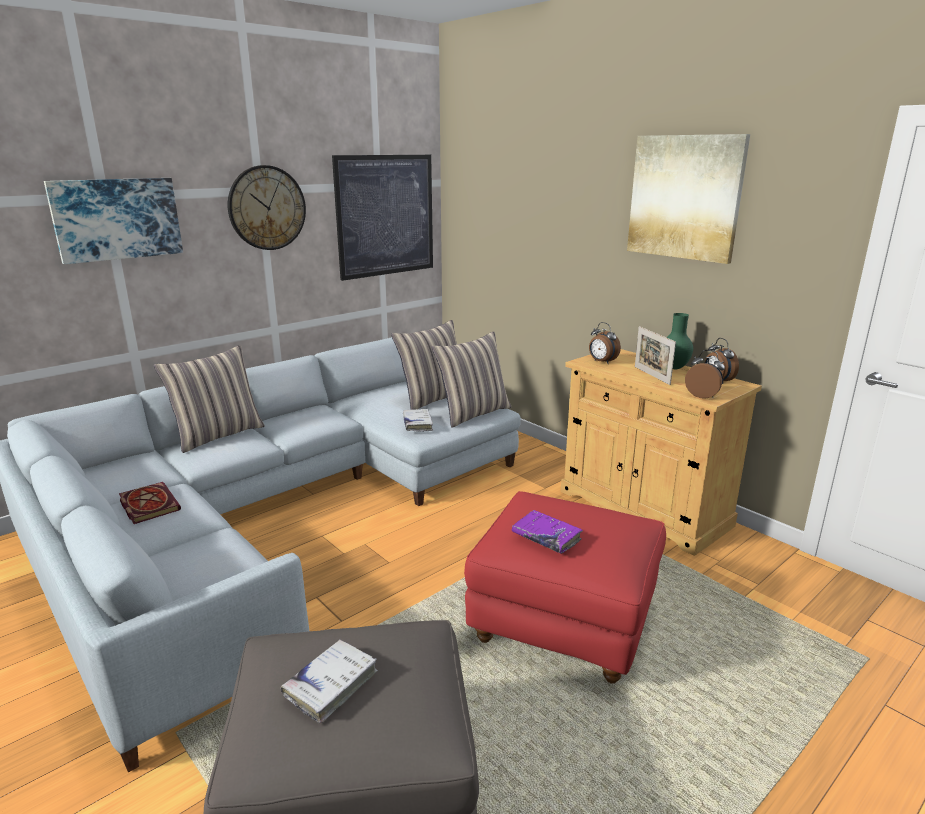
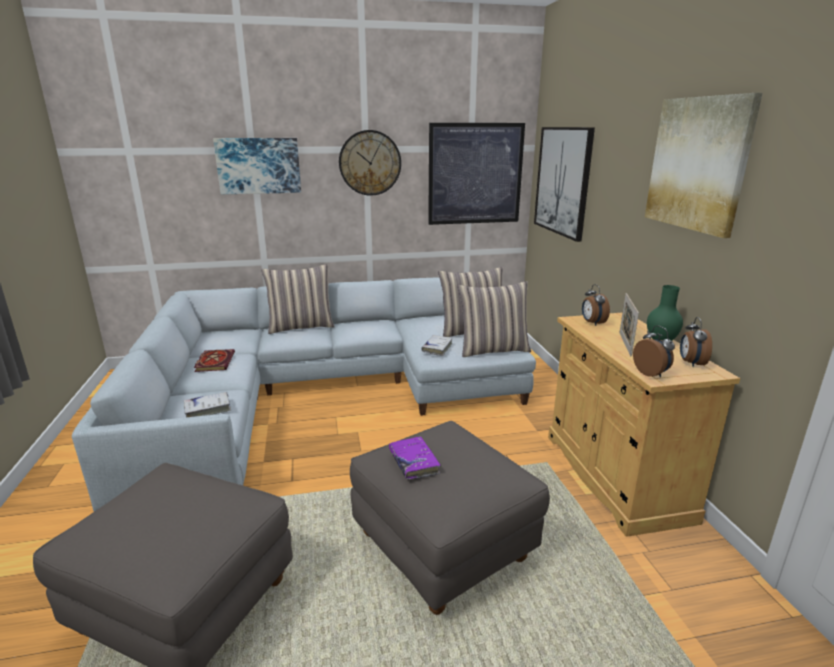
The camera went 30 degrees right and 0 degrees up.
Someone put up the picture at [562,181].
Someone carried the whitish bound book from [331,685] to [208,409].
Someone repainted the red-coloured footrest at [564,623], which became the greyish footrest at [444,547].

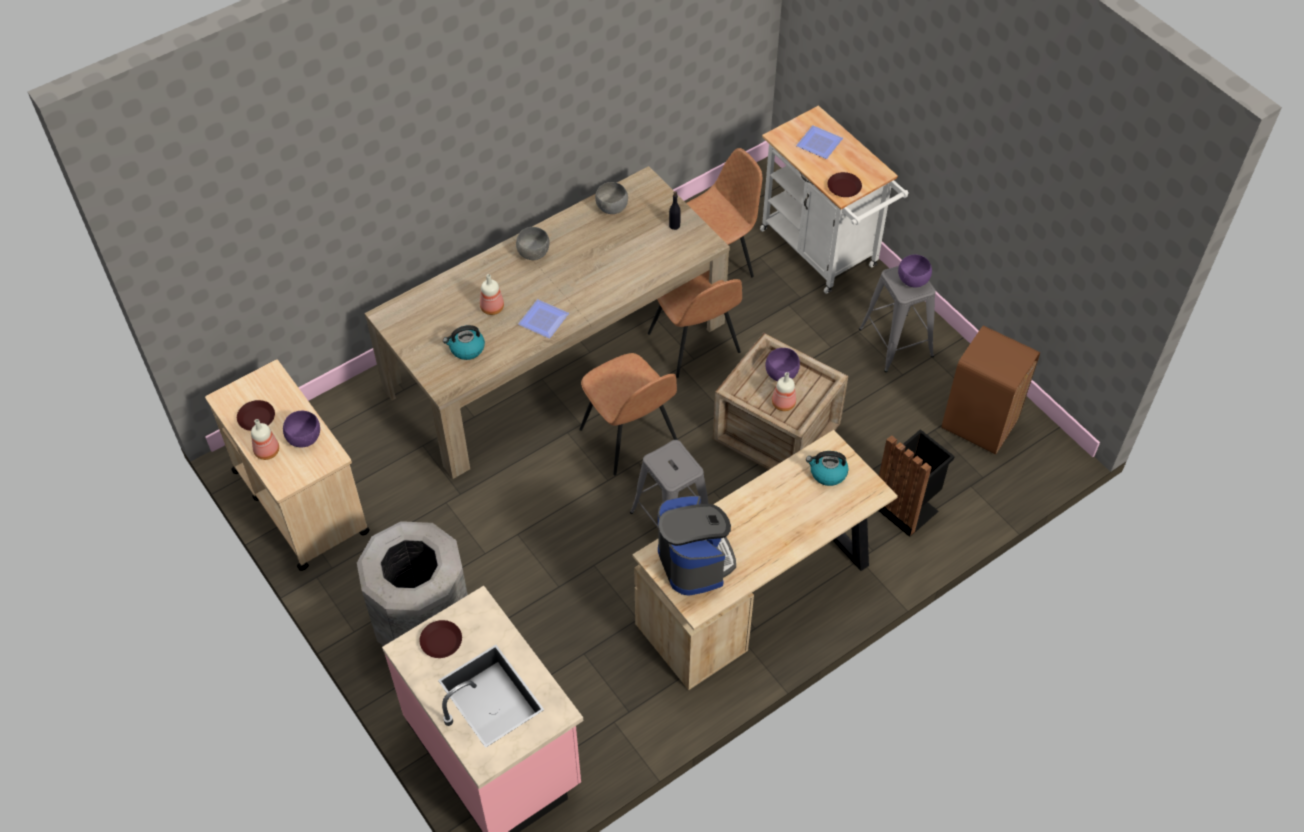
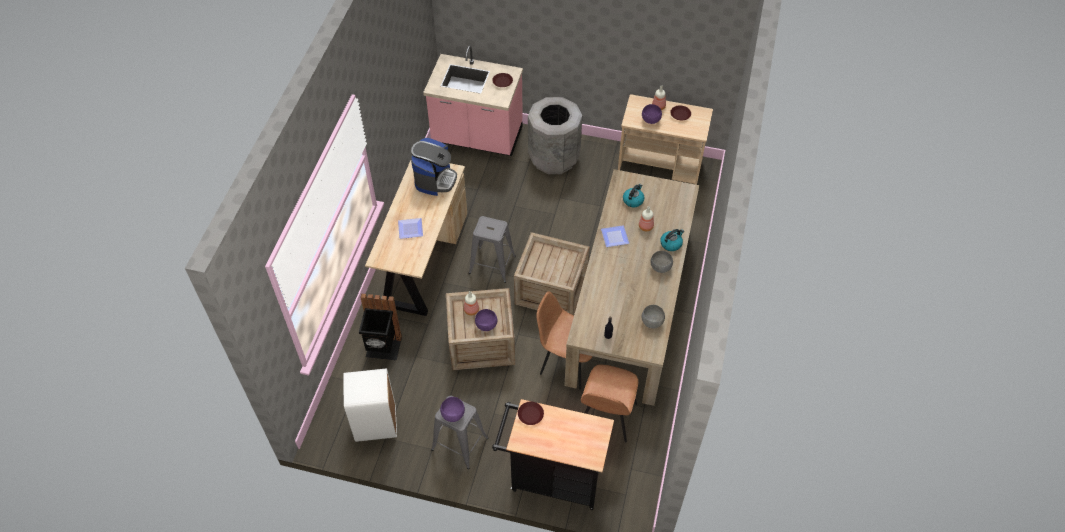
The camera went 140 degrees right and 0 degrees up.
Someone carried the dinner plate from [817,144] to [411,228].
Someone carried the kettle from [827,473] to [671,243].
Someone swapped the brown-coloured plain chair at [629,437] for the shipping crate at [550,289].
Someone repainted the whitish wheeled cart at [823,252], which became the black wheeled cart at [551,478].
Someone repainted the brown-coloured waste bin at [979,425], which became the whitish waste bin at [375,423].
Someone rotated the coffee machine at [694,561] by 105 degrees counterclockwise.

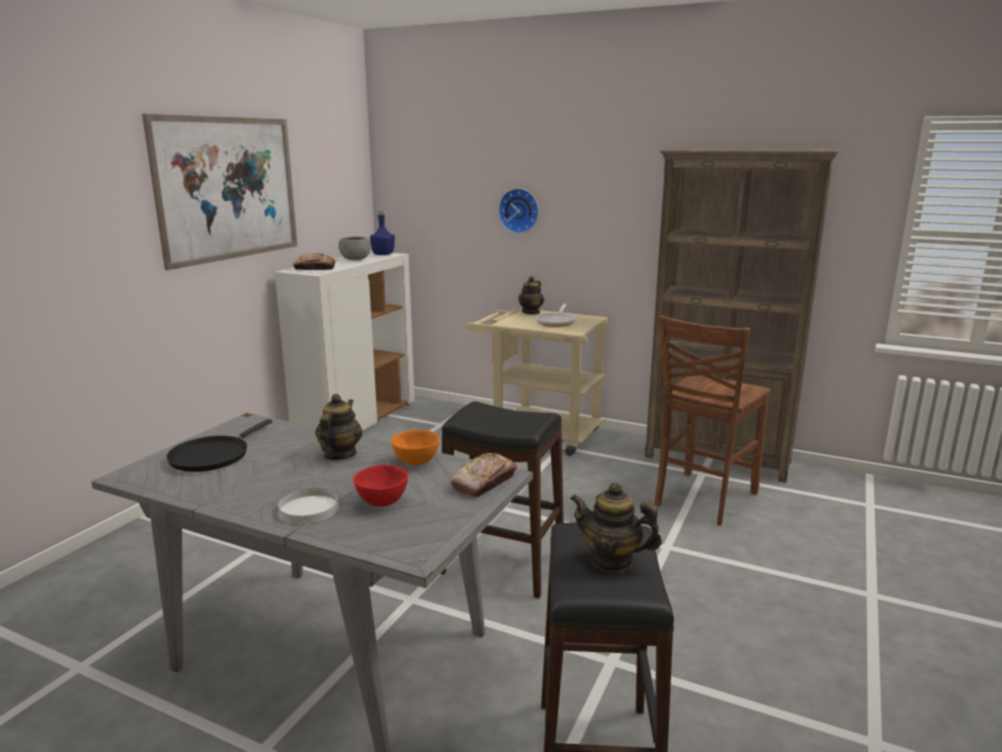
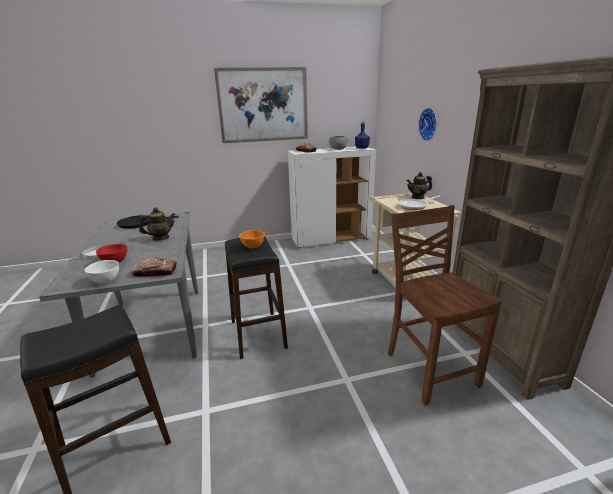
The camera went 50 degrees right and 5 degrees up.
Someone took away the teapot at [612,560].
Someone put down the whitish serving bowl at [105,280].
Someone carried the orangey serving bowl from [416,463] to [252,247].
Someone rotated the brown-coloured plain chair at [702,499] by 75 degrees clockwise.

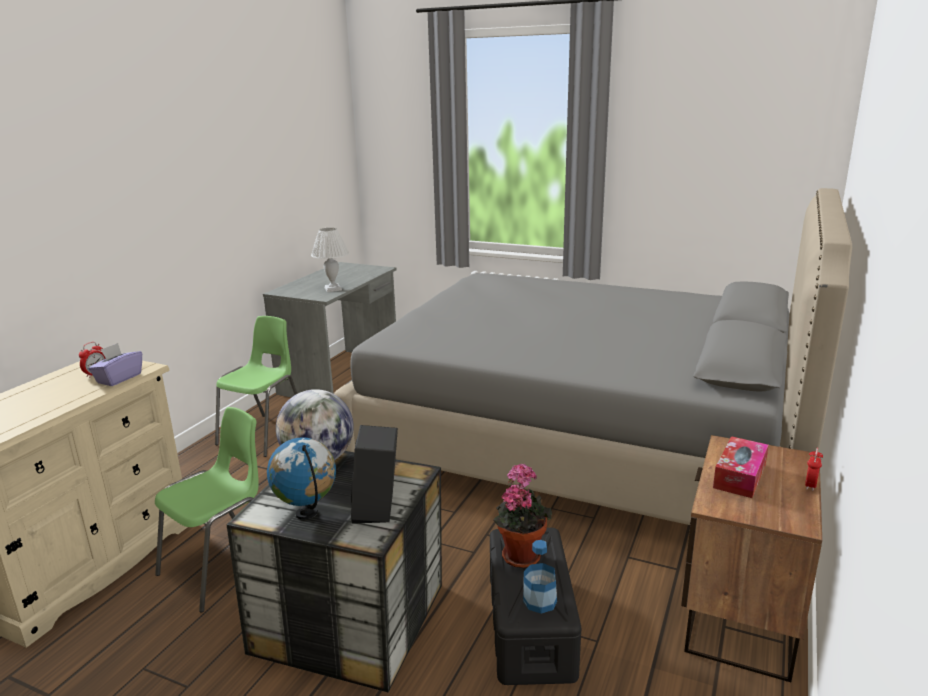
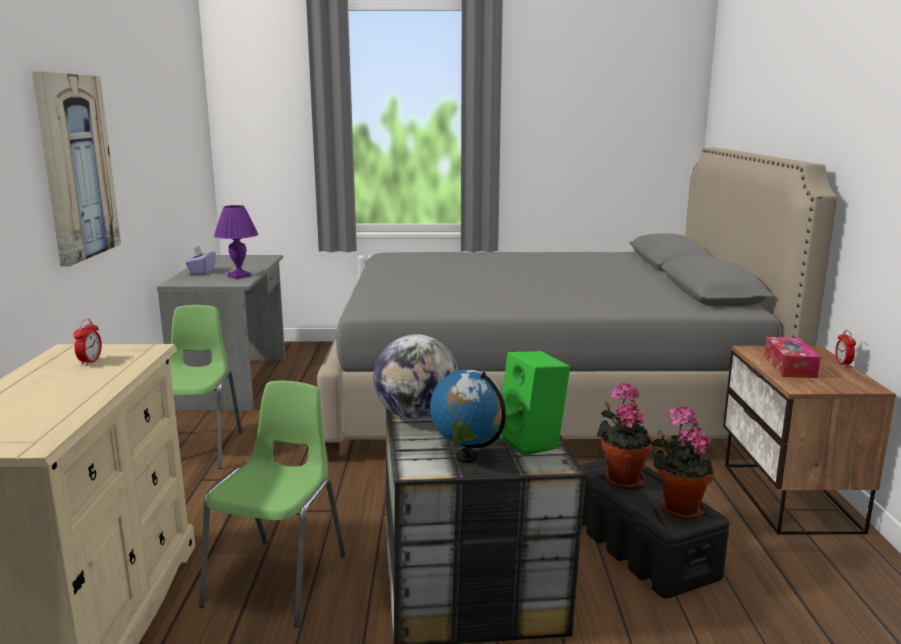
The camera went 25 degrees left and 5 degrees down.
Someone put up the picture at [76,167].
Someone carried the purple tissue box from [119,378] to [201,272].
Someone swapped the bottle at [540,601] for the houseplant at [678,508].
Someone repainted the whitish lamp for a table at [333,289], which became the purple lamp for a table at [240,276].
Someone repainted the black audio speaker at [378,510], which became the green audio speaker at [533,442].

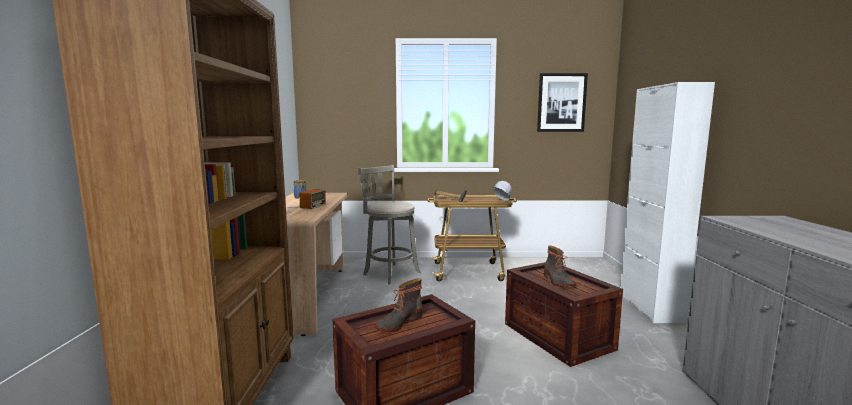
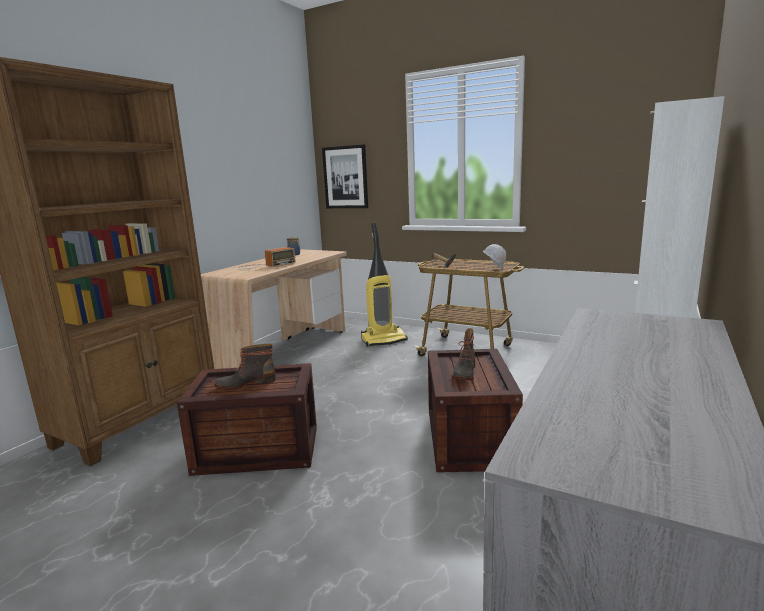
The camera went 30 degrees right and 5 degrees up.
Someone carried the picture from [561,102] to [345,177].
Someone swapped the greyish stool seat at [389,273] for the vacuum at [384,340].

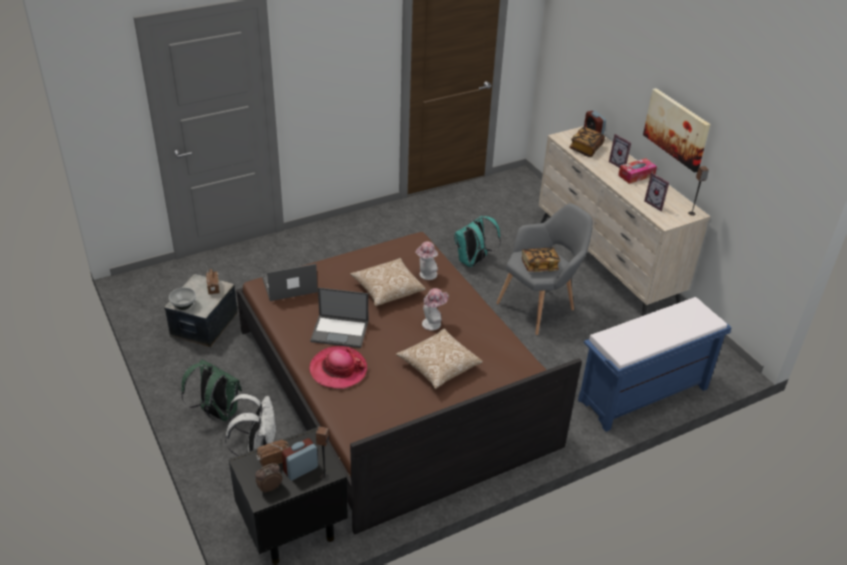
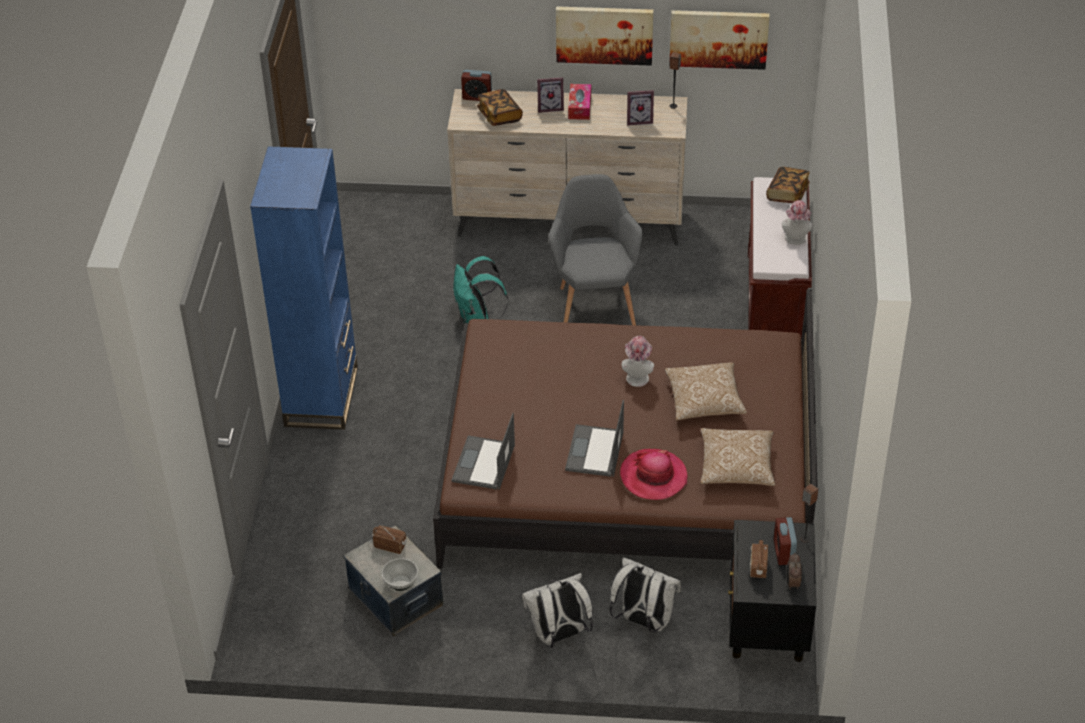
The camera went 55 degrees left and 5 degrees up.
Someone put down the blue bookcase at [322,397].
Someone put up the picture at [718,38].
Someone carried the cushion from [388,290] to [736,467].
Someone carried the wearable hat from [426,275] to [795,240].
Someone carried the bound book from [539,266] to [787,193].
Someone repainted the green rucksack at [217,413], which became the whitish rucksack at [559,635].
Someone repainted the blue long seat at [642,395], which became the brown-coloured long seat at [774,301].
Someone rotated the laptop at [340,331] by 150 degrees clockwise.

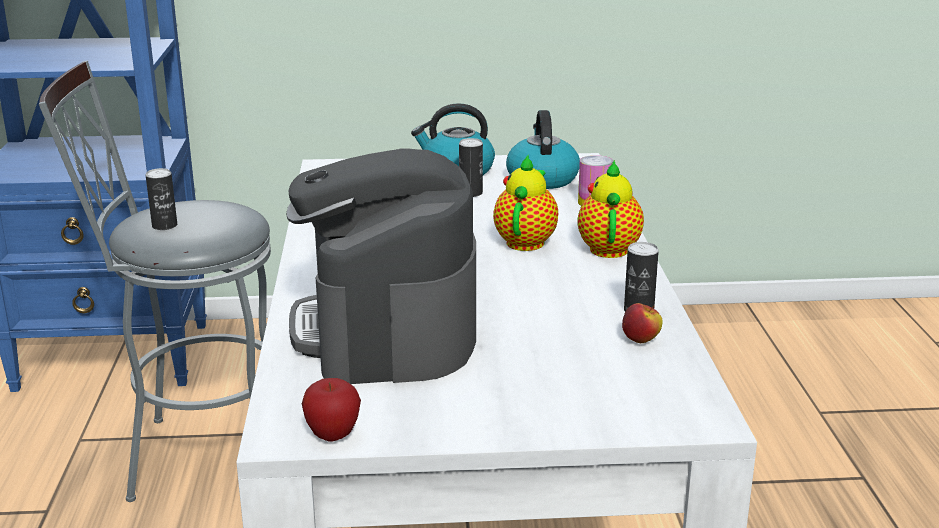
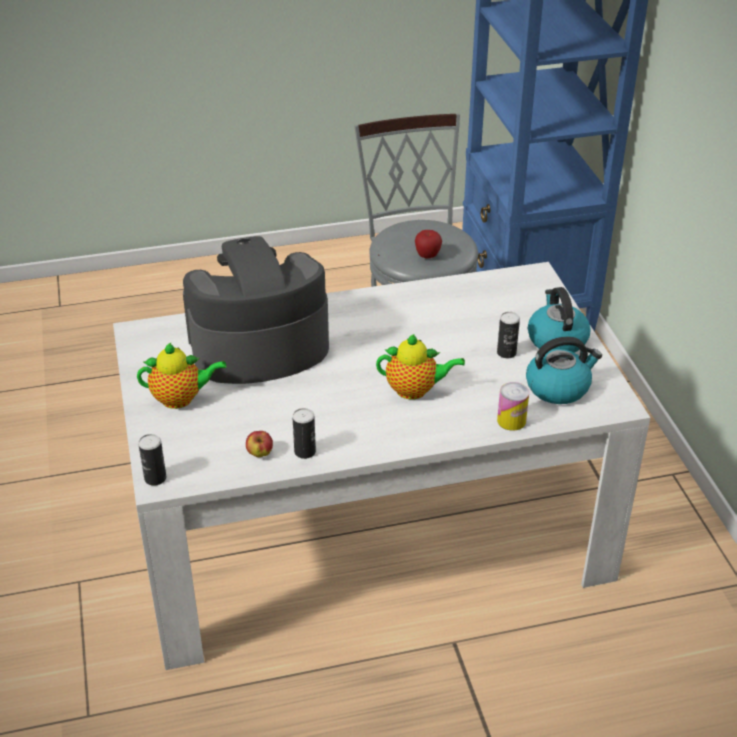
The camera went 80 degrees right and 15 degrees up.
Someone carried the sealed can from [164,226] to [155,478].
Someone carried the whole apple from [333,435] to [427,256].
Someone carried the teapot from [608,248] to [181,398].

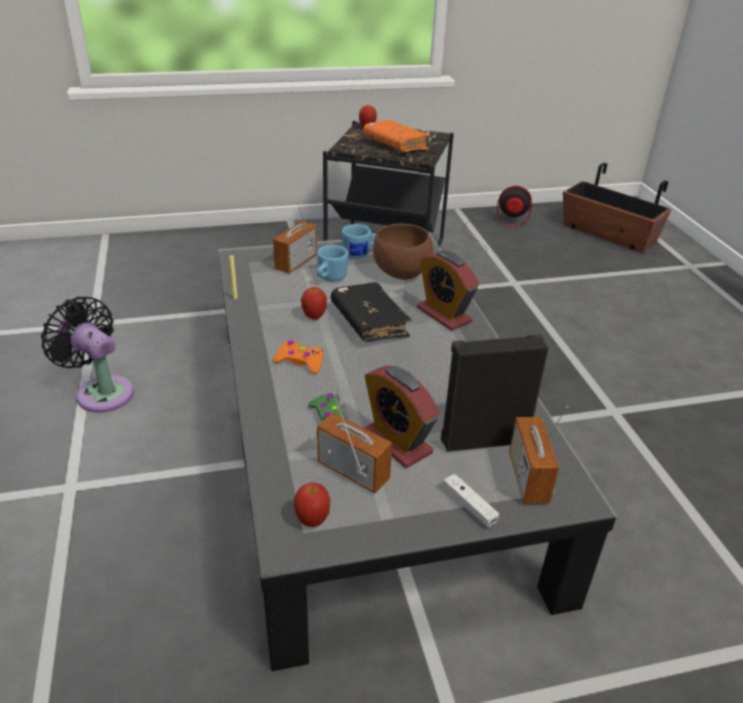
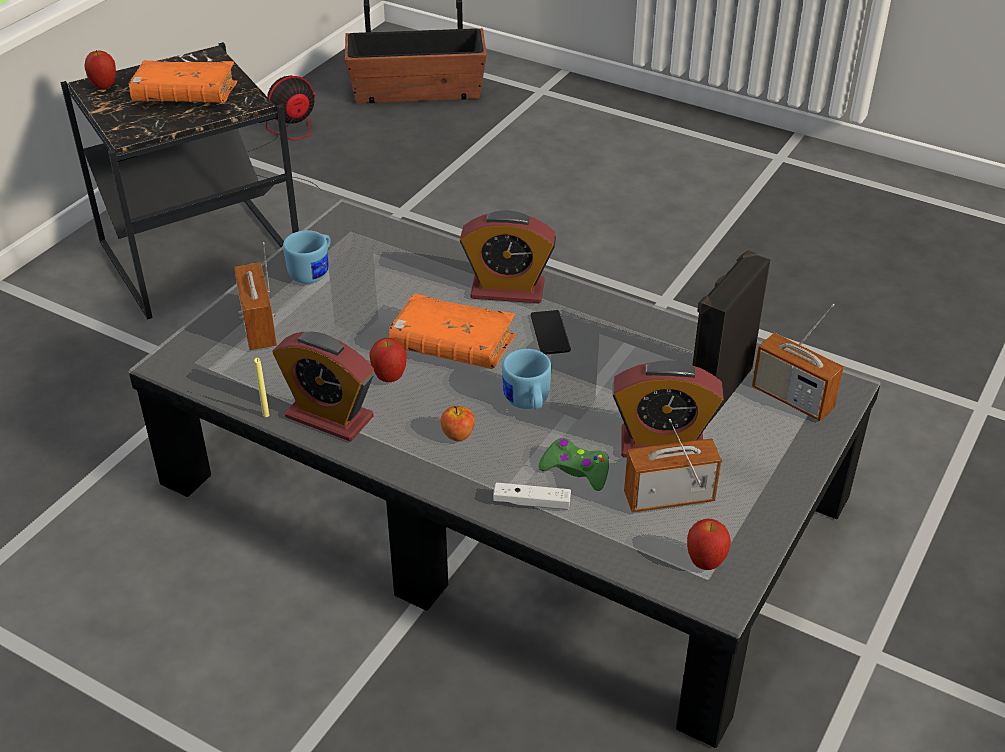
The camera went 45 degrees left and 5 degrees up.
Someone took away the black fan at [101,391].
Someone took away the brown-coloured serving bowl at [402,274].
Someone put down the bedside clock at [329,417].
Someone put down the handset at [550,333].
Someone carried the blue tea mug from [329,278] to [527,403].
Someone carried the whitish game controller from [469,505] to [531,503].
Someone swapped the orangey game controller at [300,362] for the whole apple at [458,435].
Someone repainted the black bound book at [369,322], which became the orangey bound book at [452,345].

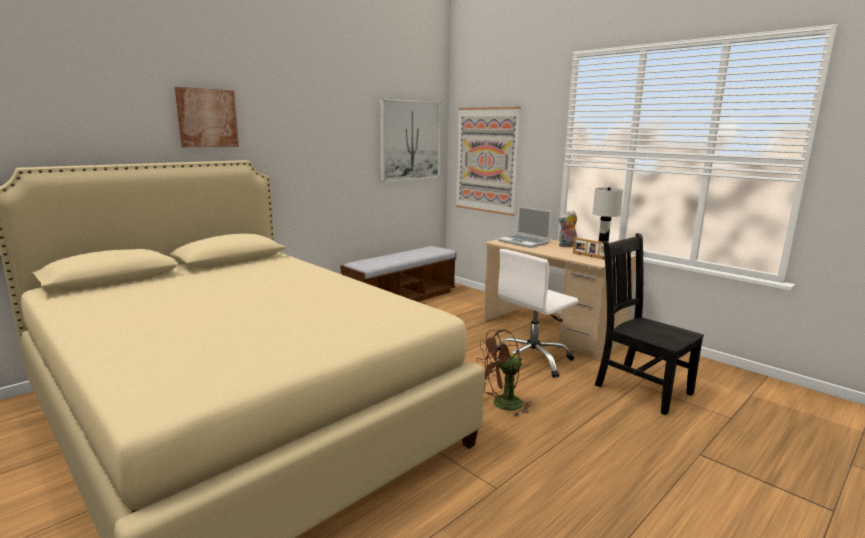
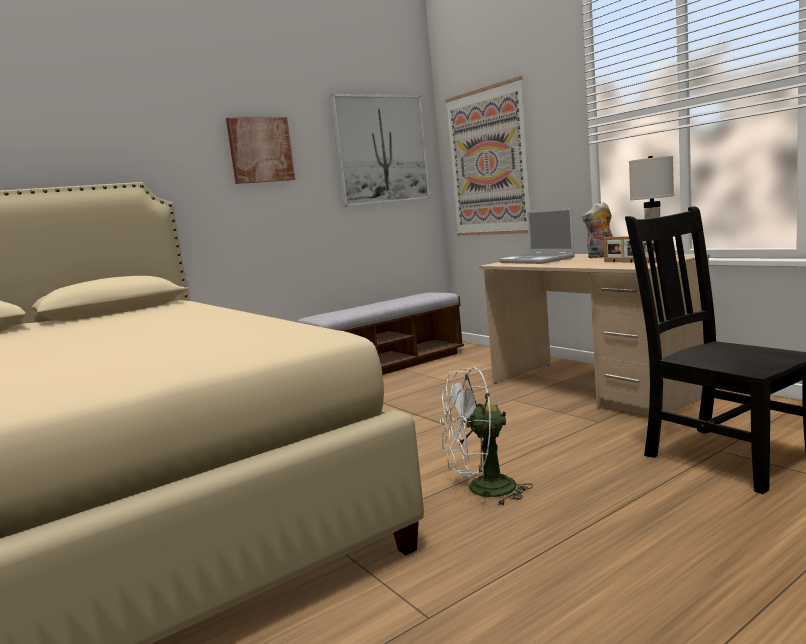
The camera went 10 degrees right and 5 degrees down.
Someone took away the whitish office chair at [532,360].
Someone carried the picture from [207,118] to [260,150].
Someone repainted the brown-coloured fan at [502,405], which became the whitish fan at [482,490].

